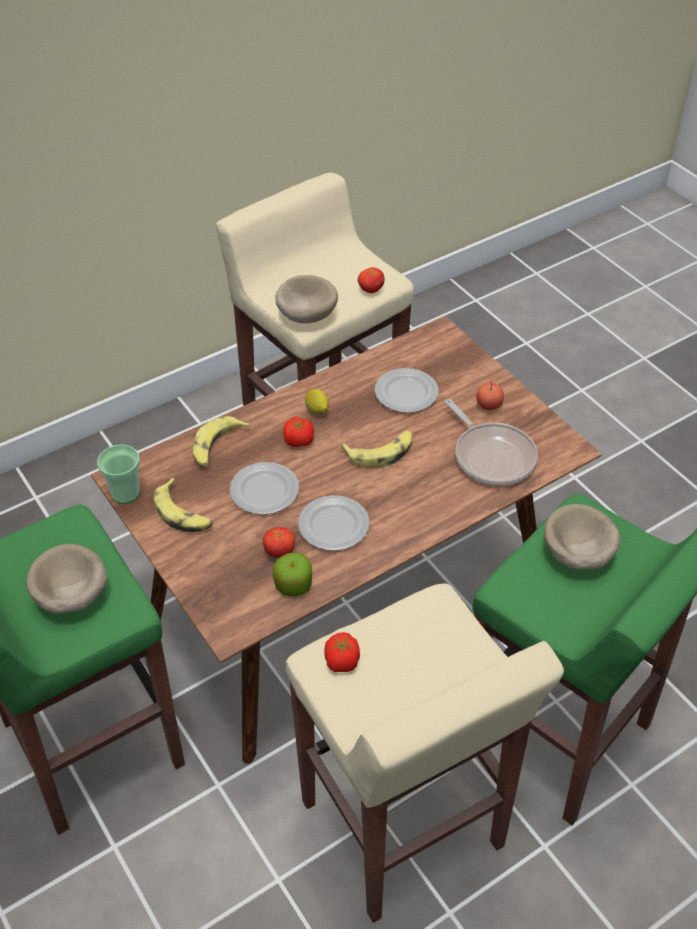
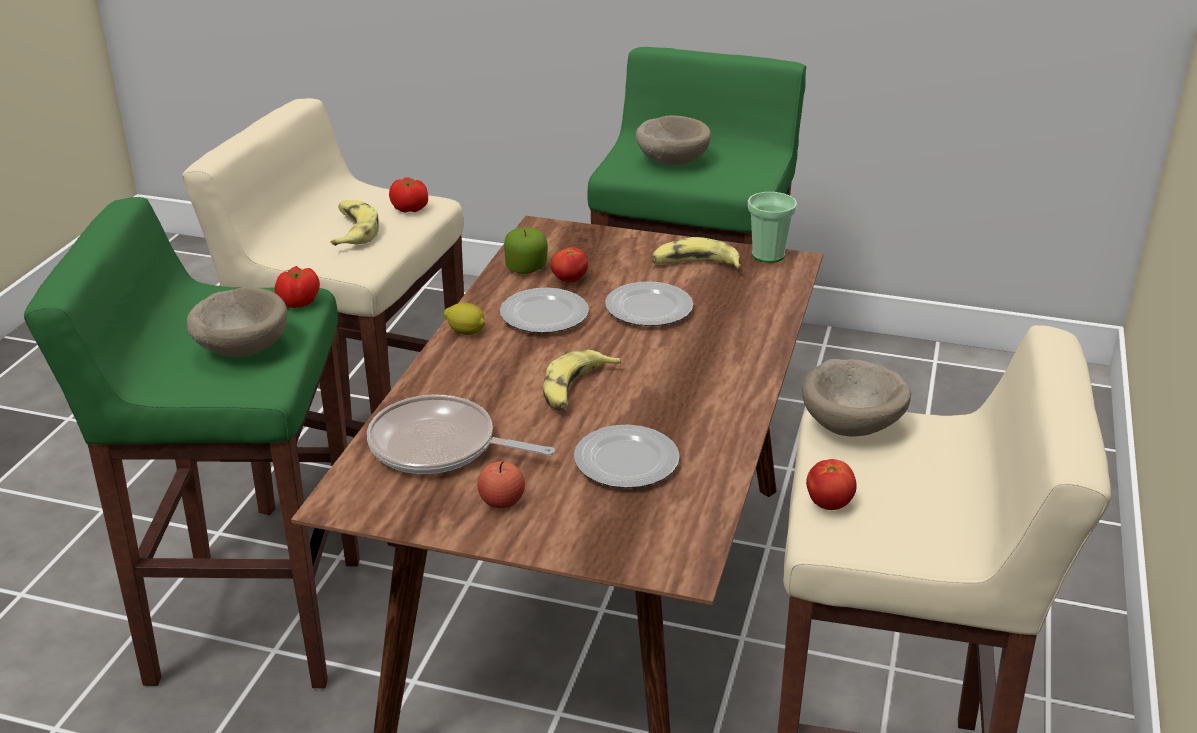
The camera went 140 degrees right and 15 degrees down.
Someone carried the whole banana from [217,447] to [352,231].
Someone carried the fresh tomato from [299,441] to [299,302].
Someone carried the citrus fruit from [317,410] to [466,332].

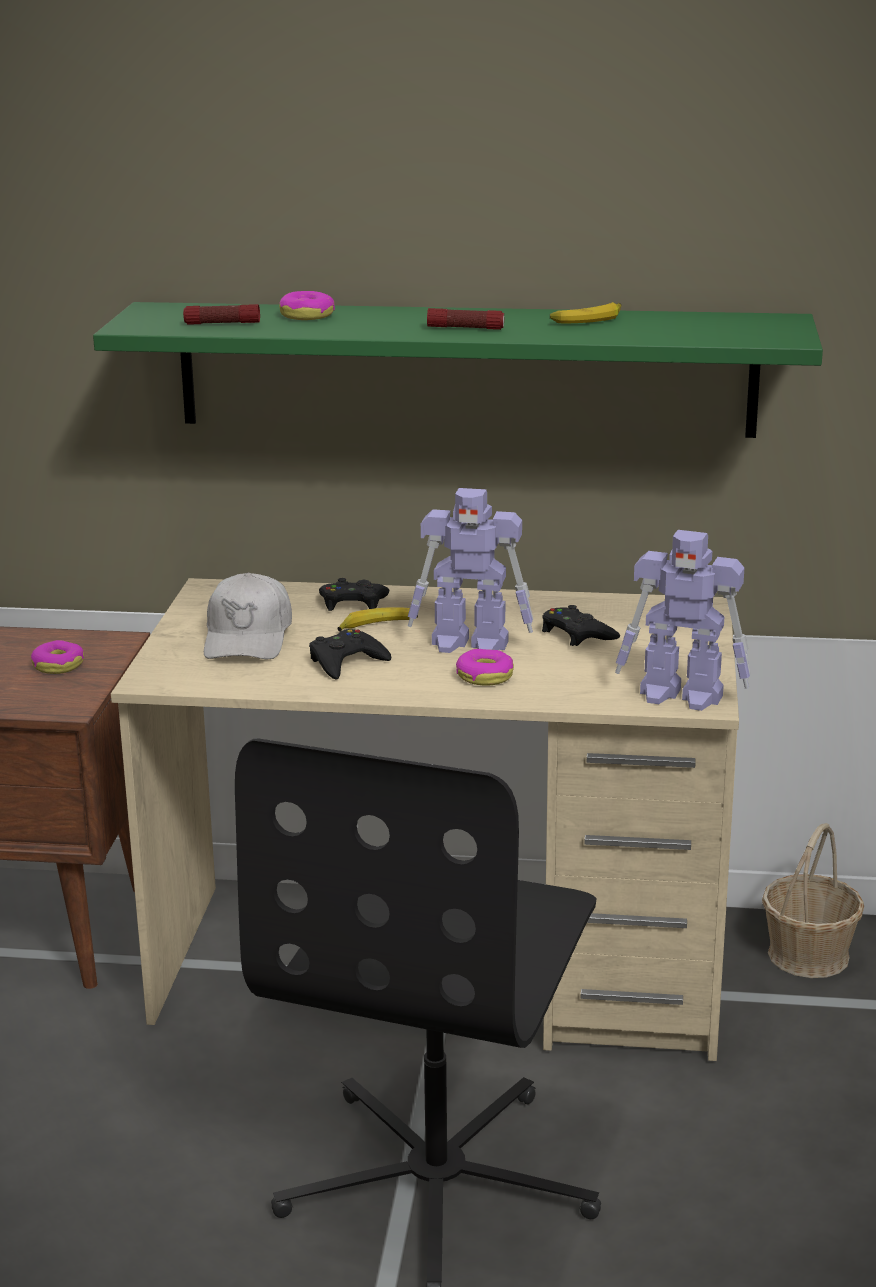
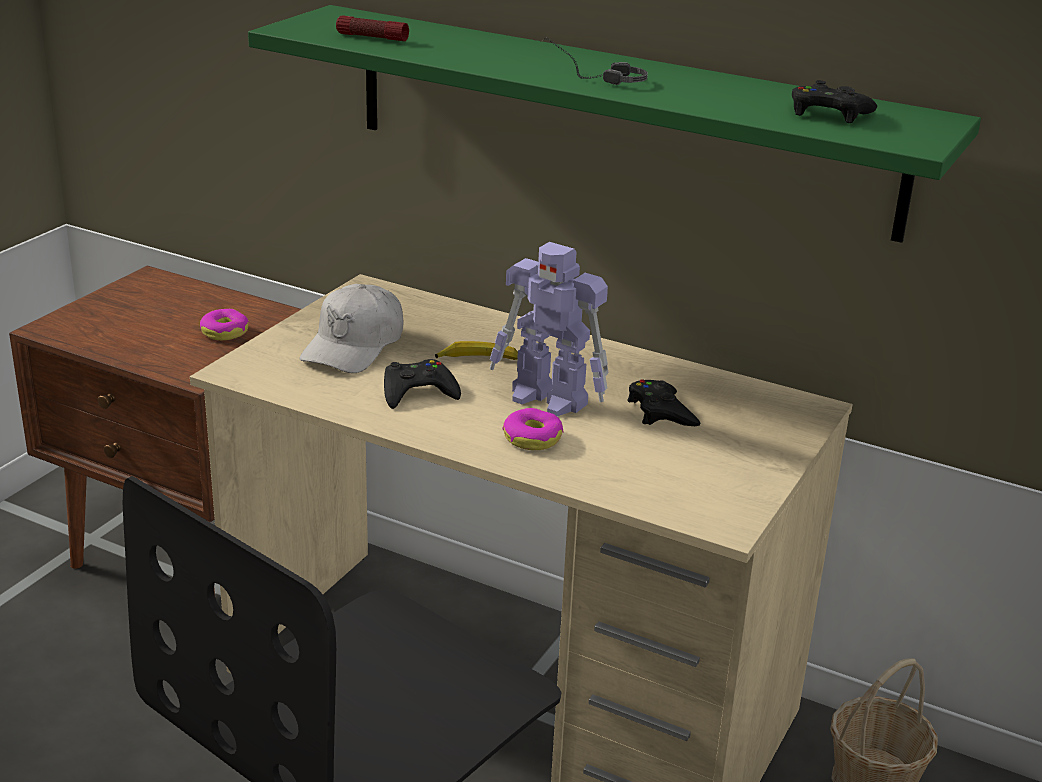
The camera went 20 degrees right and 5 degrees up.
Someone took away the doughnut at [307,315].
Someone took away the whole banana at [588,320].
Someone took away the toy robot at [683,696].
Someone carried the black game controller from [353,603] to [828,113].
Someone swapped the torch at [465,328] for the headphones at [590,77].

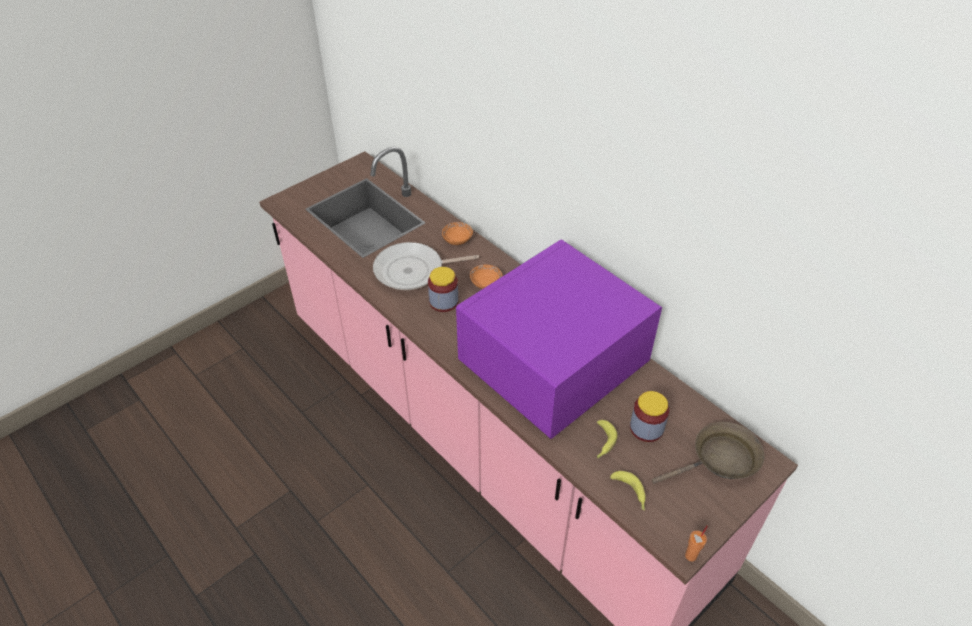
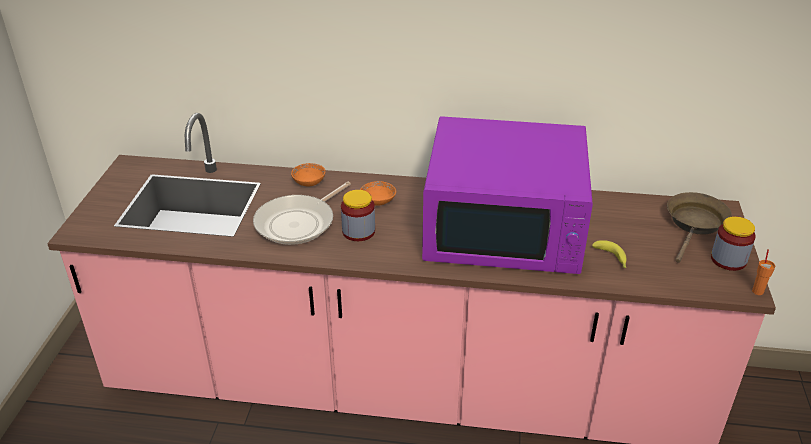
The camera went 40 degrees left and 10 degrees down.
Someone took away the whole banana at [630,493].
Someone carried the jar from [646,428] to [728,260].
Someone rotated the purple kitchen microwave at [552,362] by 90 degrees counterclockwise.

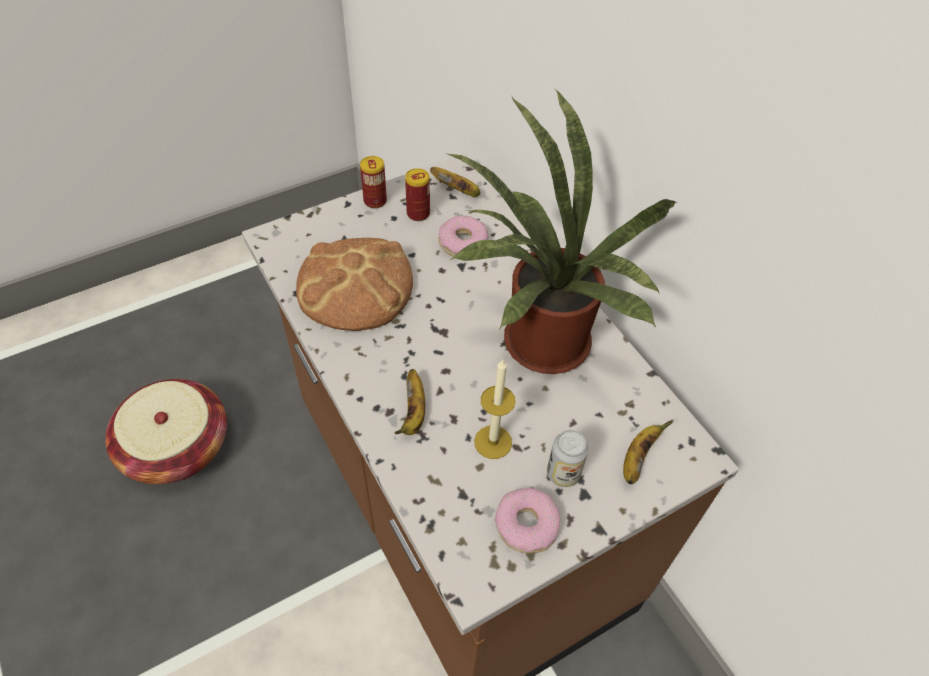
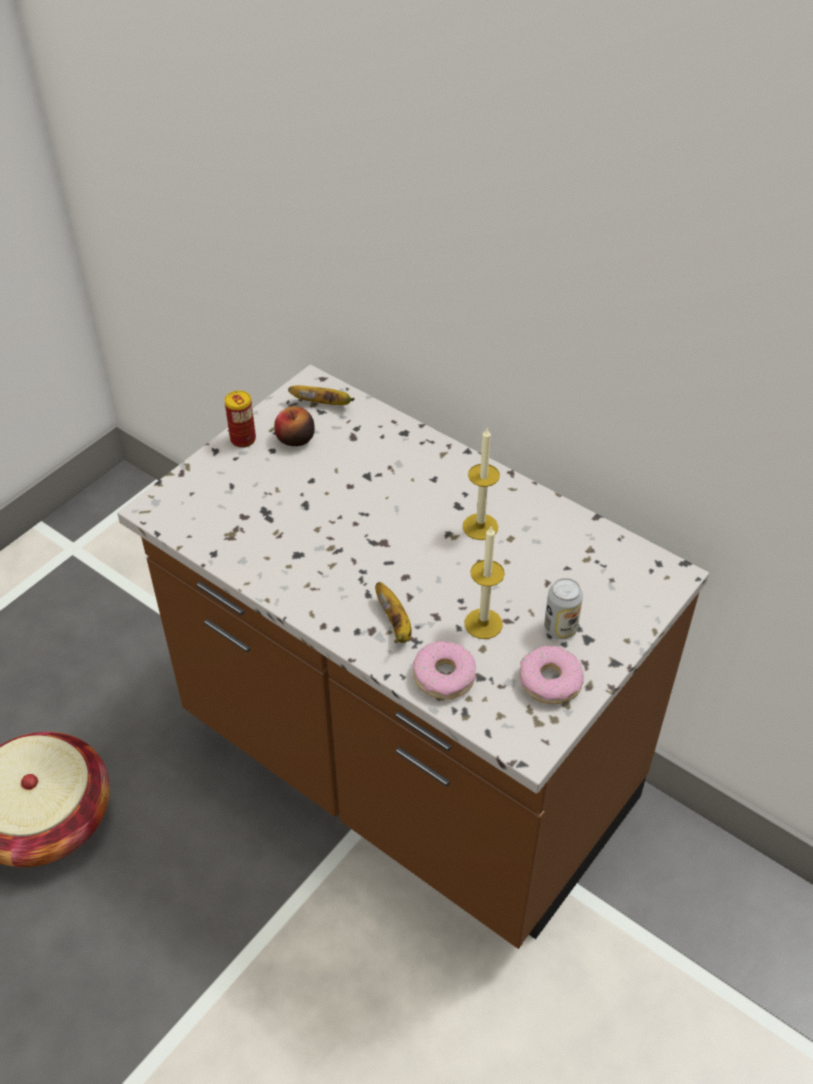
The camera went 20 degrees left and 5 degrees down.
Someone took away the bakery bread at [355,286].
Someone took away the whole banana at [638,458].
Someone carried the doughnut from [462,243] to [443,676].
Someone swapped the sealed can at [418,213] for the whole apple at [295,438].
Someone swapped the houseplant at [537,346] for the candle at [480,526].

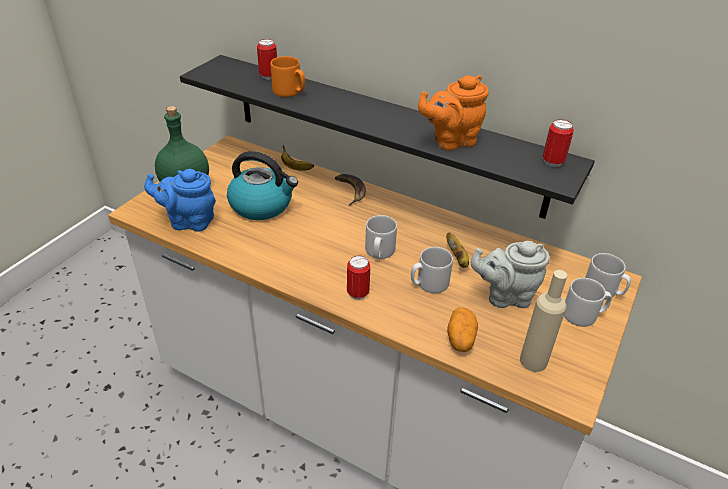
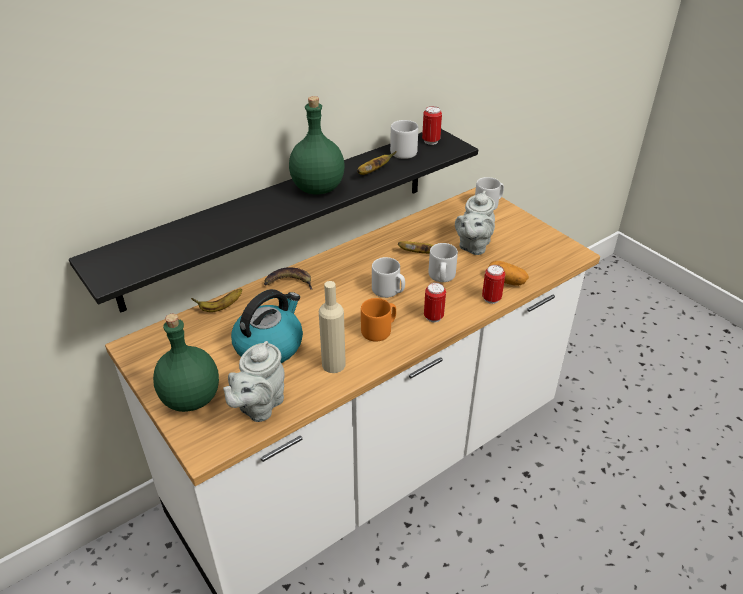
The camera went 65 degrees left and 0 degrees up.
Someone put down the green bottle at [319,188].
Someone carried the sealed can from [268,76] to [491,298].
Someone carried the orangey tea mug from [289,92] to [379,330].
Someone carried the beige bottle from [533,361] to [333,364].
Someone carried the greyish tea mug from [583,315] to [405,151].
Someone swapped the orangey teapot at [450,141] for the whole banana at [373,171].
Someone repainted the blue teapot at [189,221], which became the greyish teapot at [259,406].

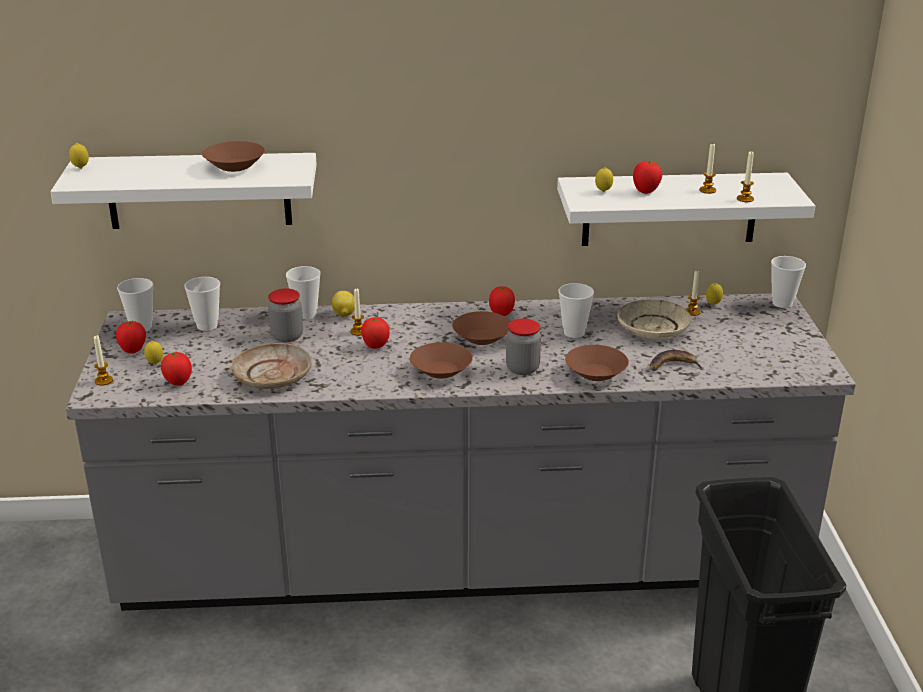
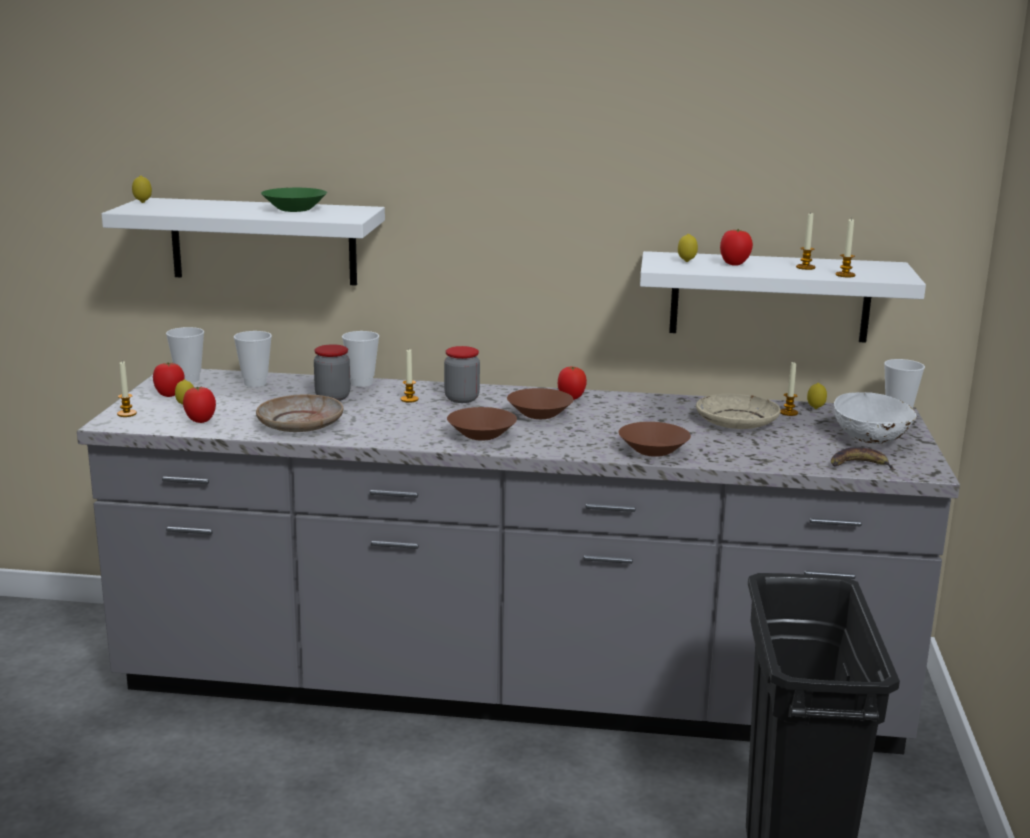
The camera went 10 degrees right and 10 degrees down.
Someone took away the citrus fruit at [344,315].
Someone took away the fresh tomato at [375,347].
Someone took away the cup at [574,333].
Someone put down the whitish serving bowl at [871,440].
Someone carried the jar from [522,368] to [462,399].
Someone carried the whole banana from [673,366] to [859,465].
Someone repainted the brown-coloured serving bowl at [235,167], which became the green serving bowl at [295,209].

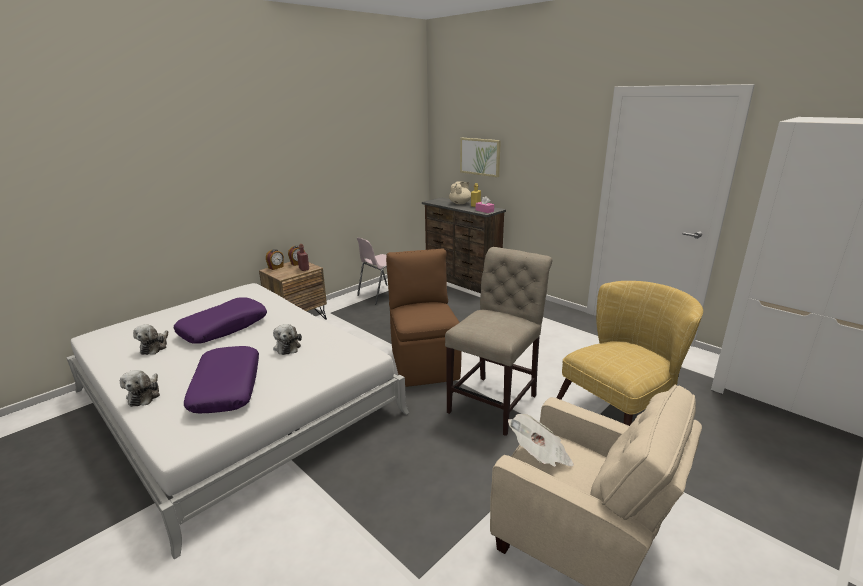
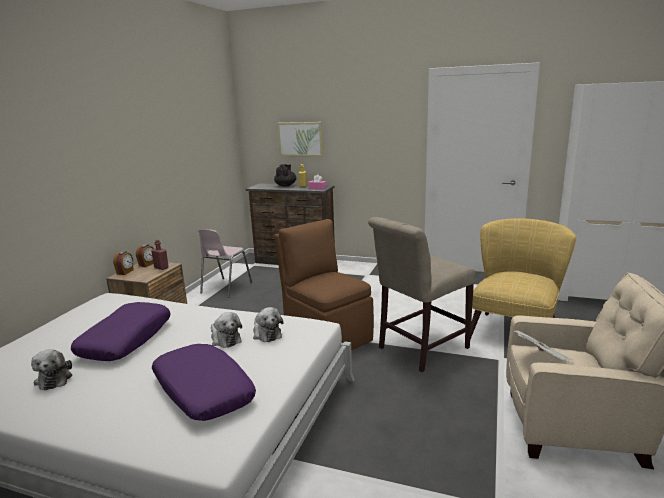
The camera went 25 degrees left and 5 degrees down.
Someone carried the plush toy from [145,395] to [266,334].
Someone repainted the beige teapot at [460,203], which became the black teapot at [285,185].
Someone rotated the beige plain chair at [496,401] by 135 degrees counterclockwise.

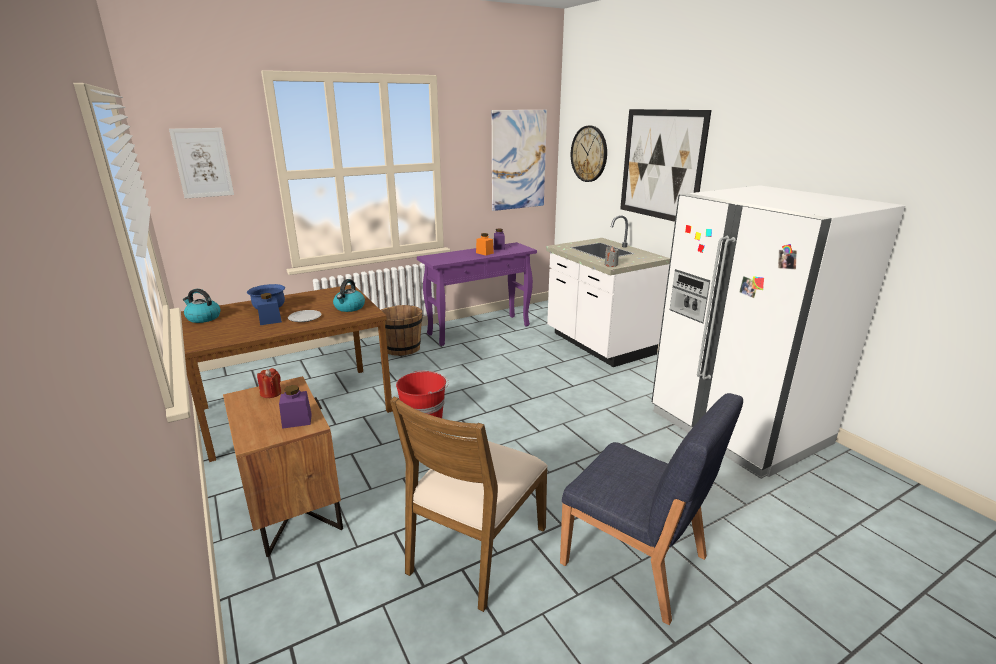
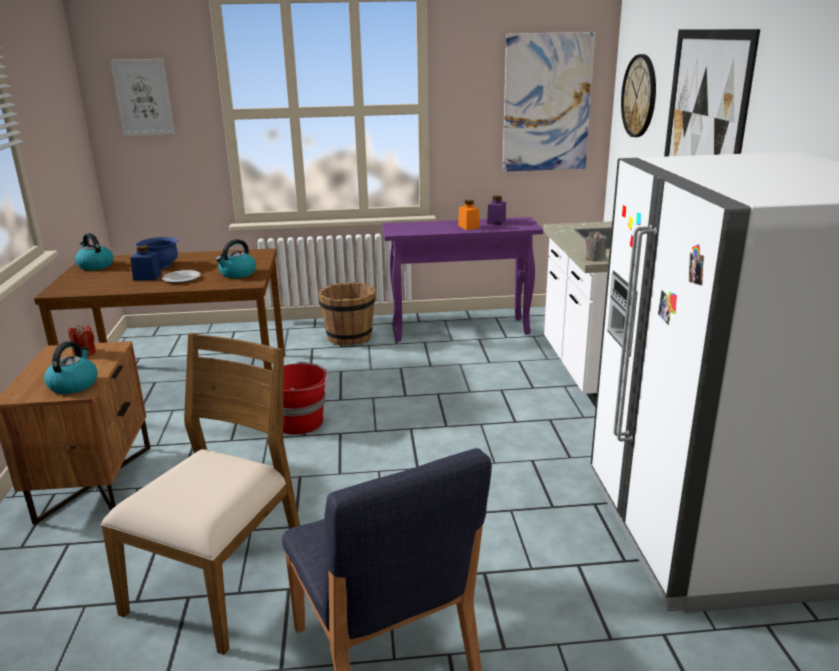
The camera went 25 degrees right and 0 degrees up.
Someone swapped the purple jar at [297,421] for the kettle at [74,384].
Someone rotated the brown-coloured plain chair at [475,549] by 150 degrees clockwise.

